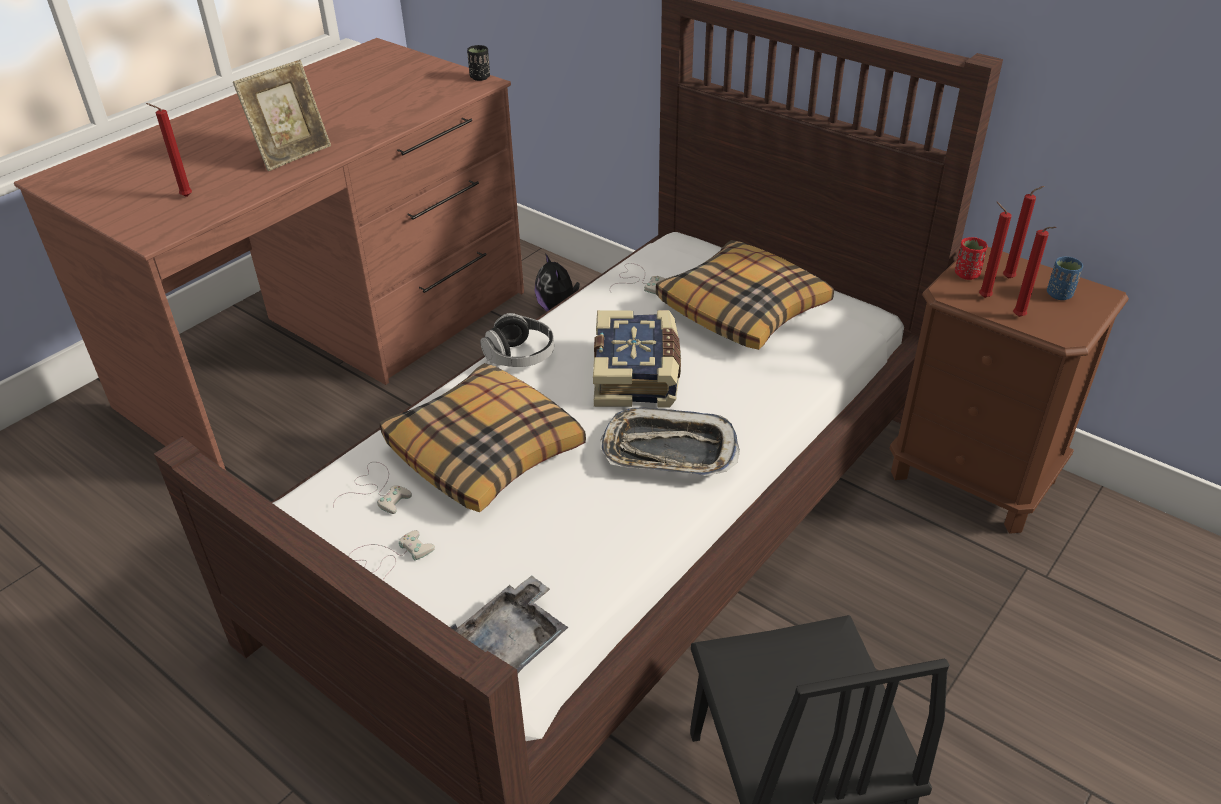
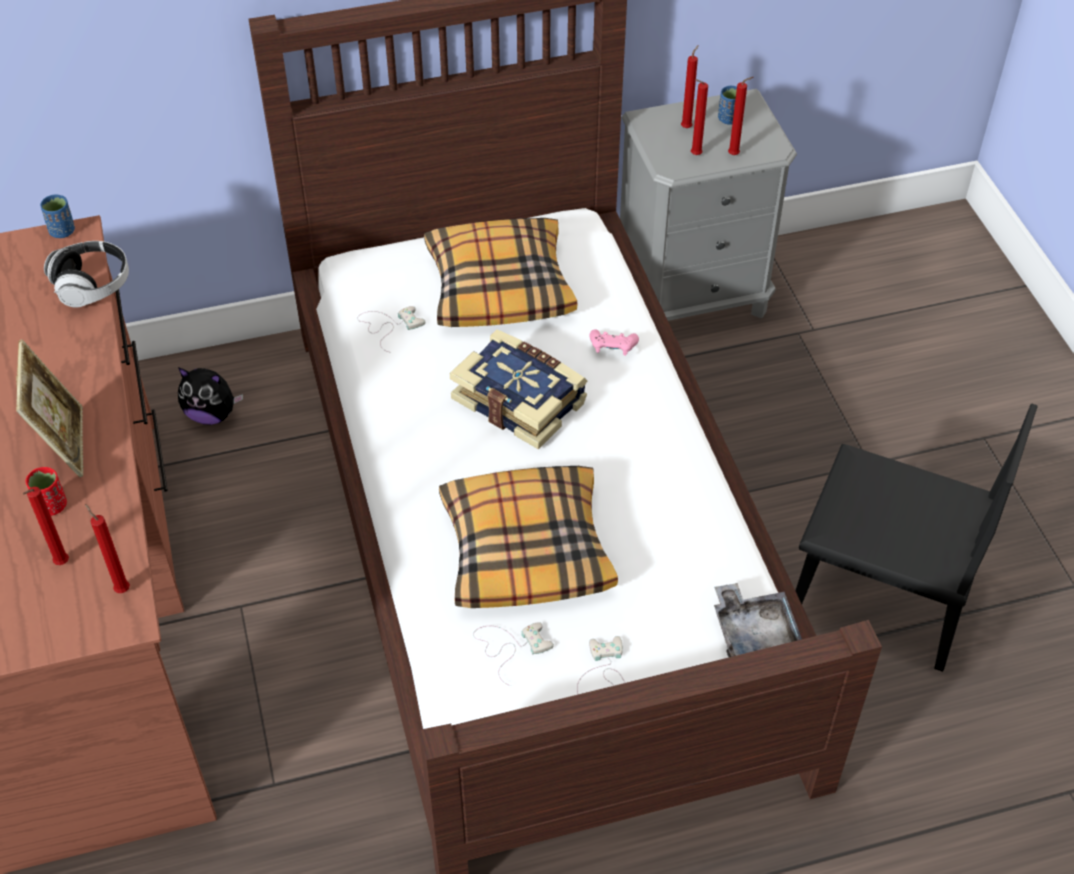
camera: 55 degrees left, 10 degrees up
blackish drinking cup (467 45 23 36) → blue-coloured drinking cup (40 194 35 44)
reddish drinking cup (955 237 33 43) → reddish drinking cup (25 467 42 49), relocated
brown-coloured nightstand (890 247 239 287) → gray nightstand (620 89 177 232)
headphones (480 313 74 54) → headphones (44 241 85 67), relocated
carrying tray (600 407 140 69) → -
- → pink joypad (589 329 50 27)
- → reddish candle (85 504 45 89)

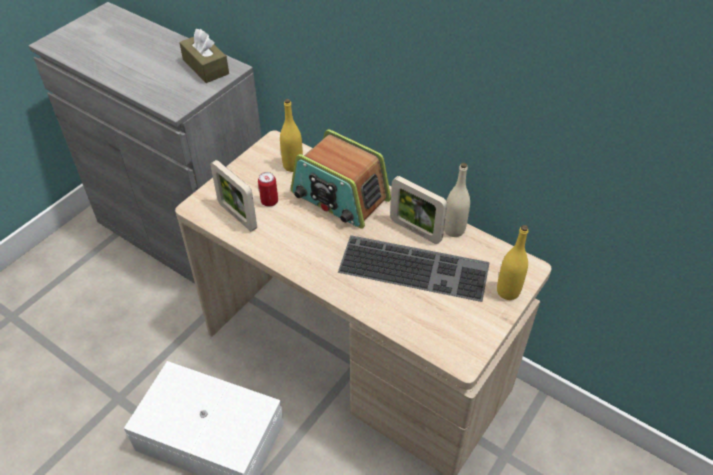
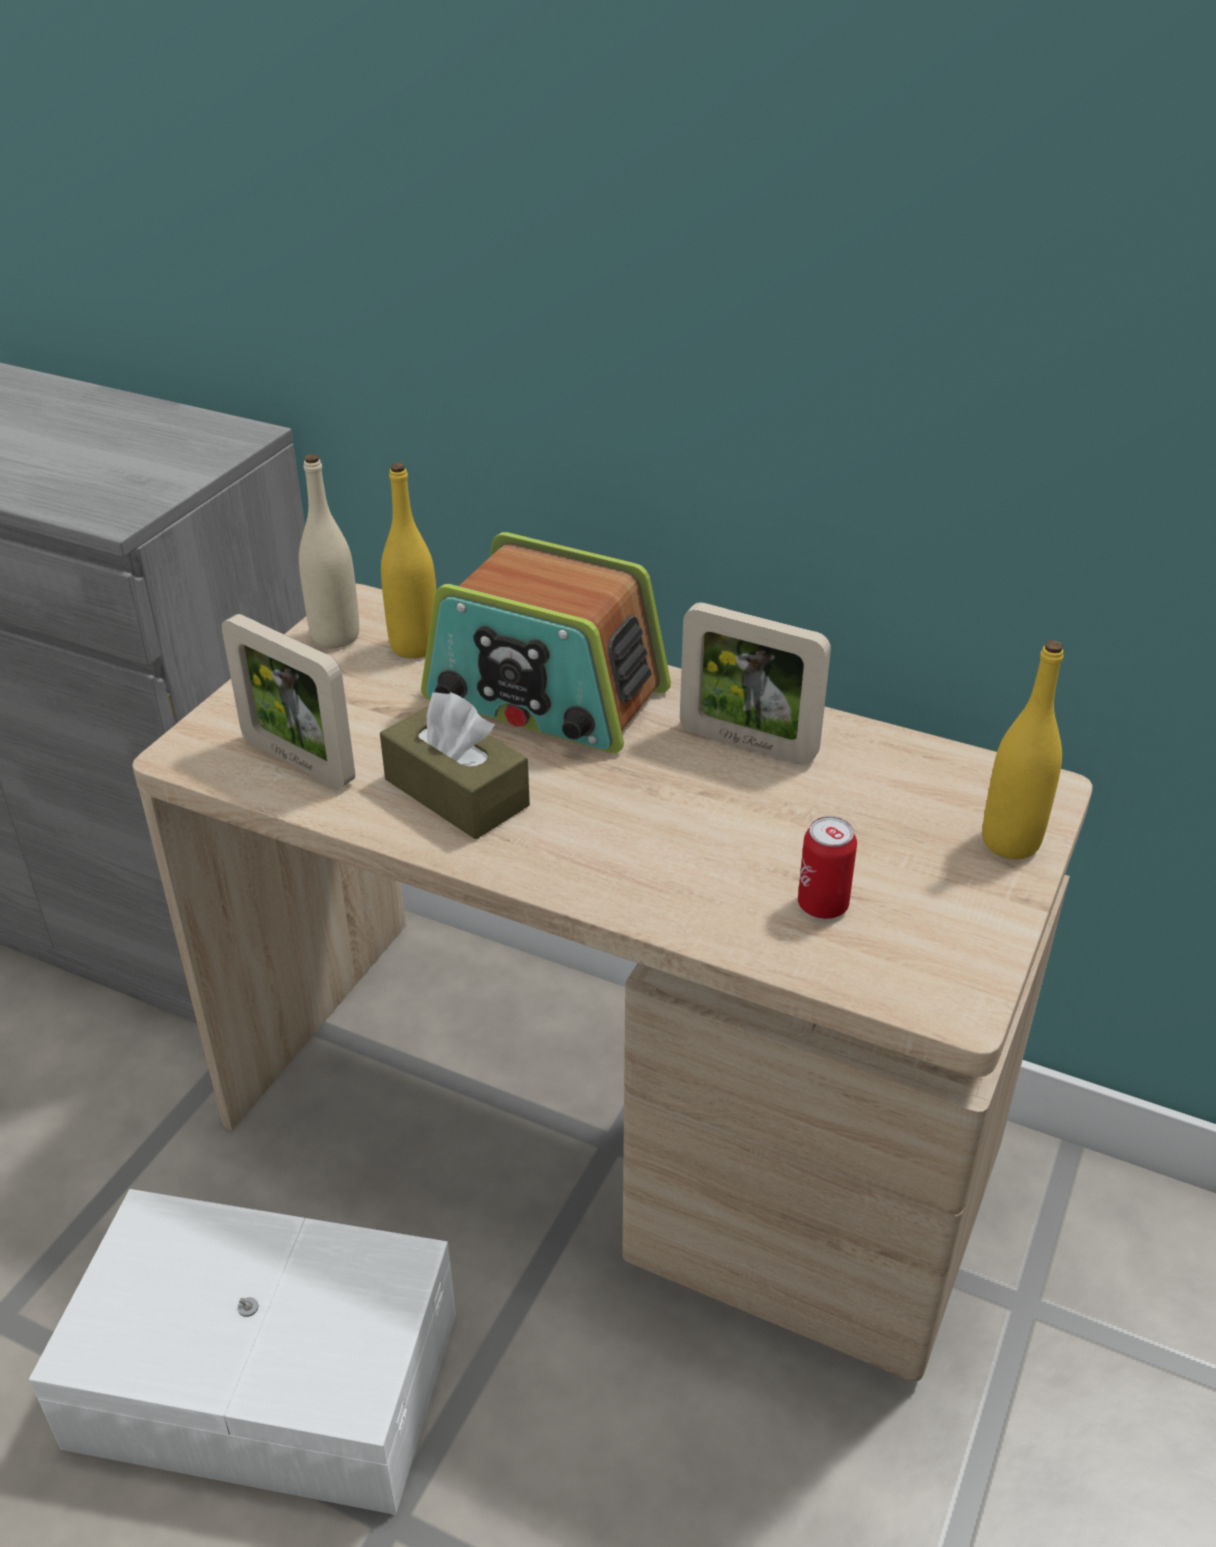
camera: 10 degrees left, 10 degrees down
brown-coloured tissue holder (179 29 50 54) → brown-coloured tissue holder (380 692 150 147), relocated
beige bottle (444 163 26 74) → beige bottle (299 454 60 194), relocated
can (258 172 20 35) → can (798 816 59 103), relocated
keyboard (338 235 152 67) → -

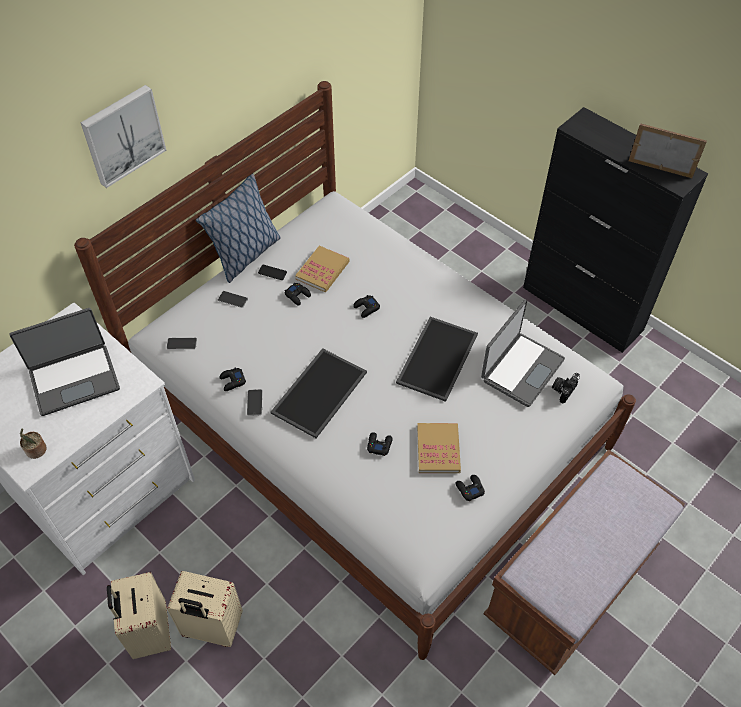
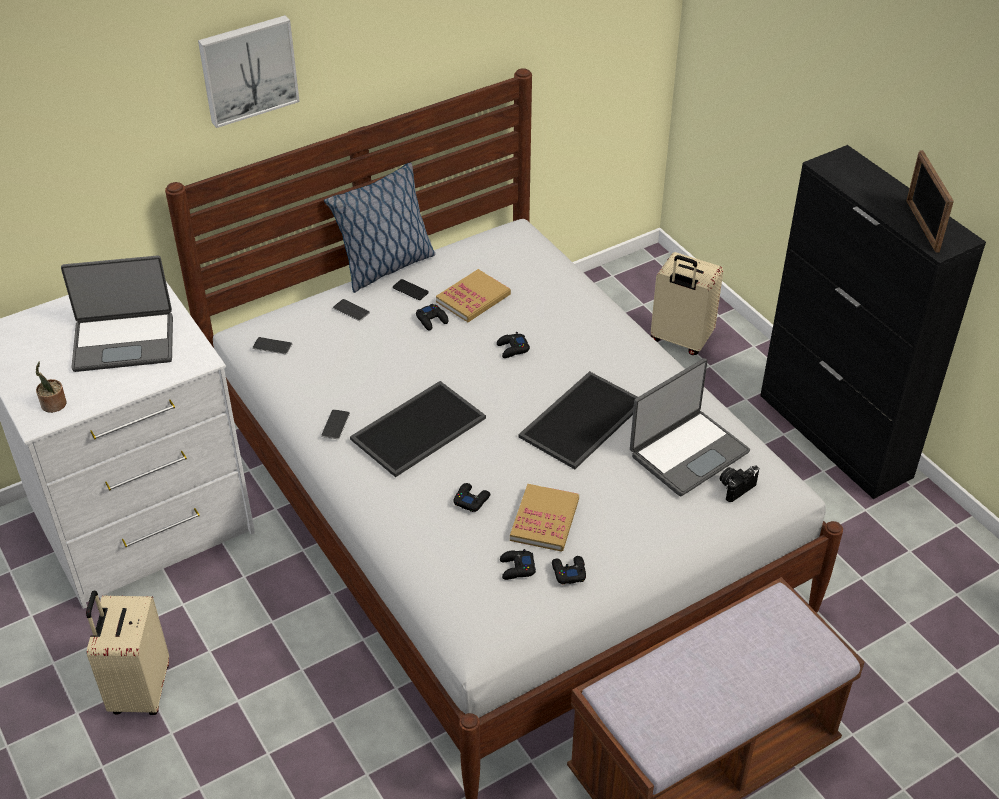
camera: 15 degrees right, 10 degrees down
standing frame (629 123 78 55) → standing frame (906 150 48 103), 135 degrees counterclockwise
blackish joypad (220 368 26 23) → blackish joypad (500 549 36 31), relocated
beige suitcase (167 571 76 76) → beige suitcase (651 252 72 103), relocated

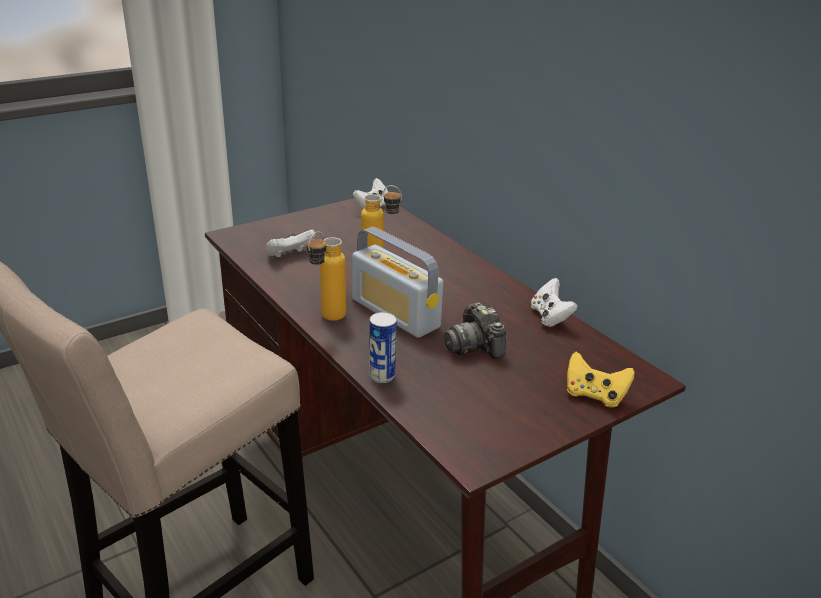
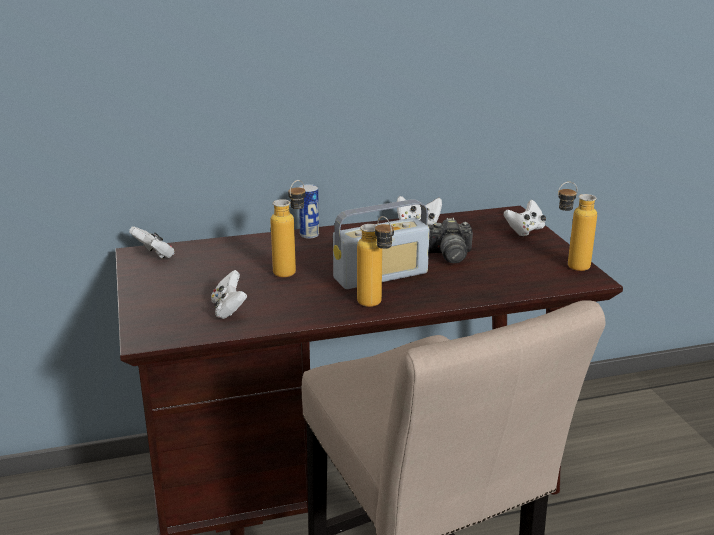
camera: 70 degrees left, 5 degrees down
can (369 312 28 71) → can (299 184 20 55), relocated
yellowish joypad (567 351 68 56) → white joypad (504 199 42 37)
- → bottle (558 182 39 89)

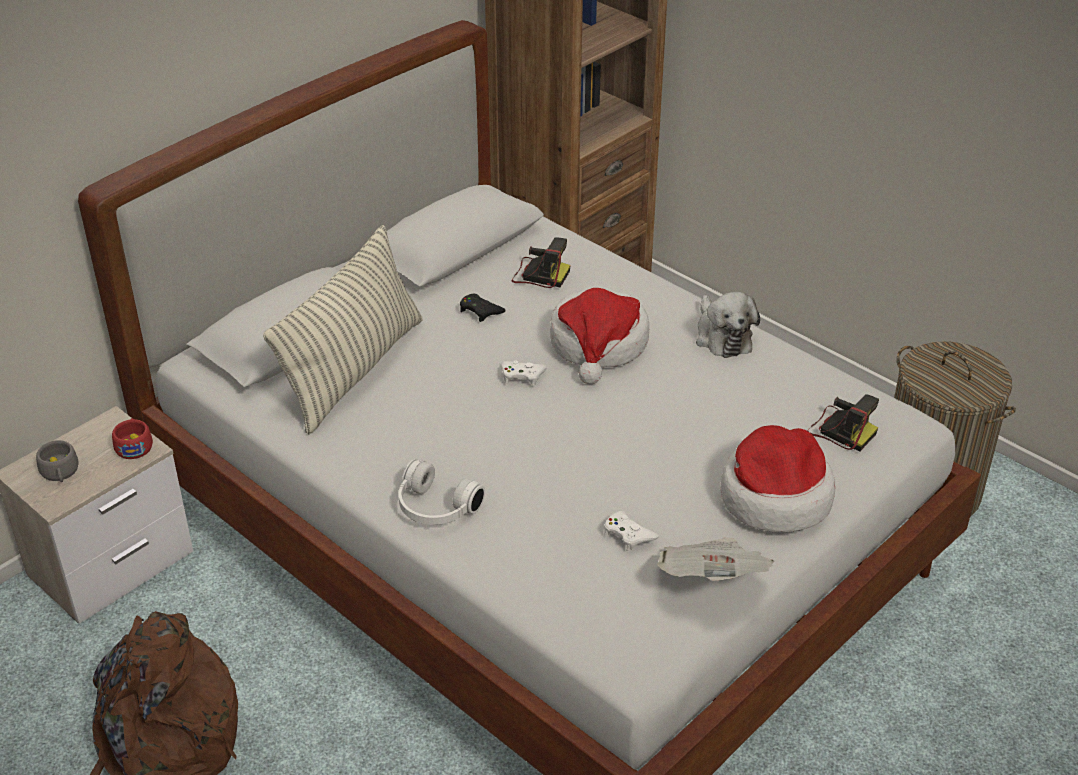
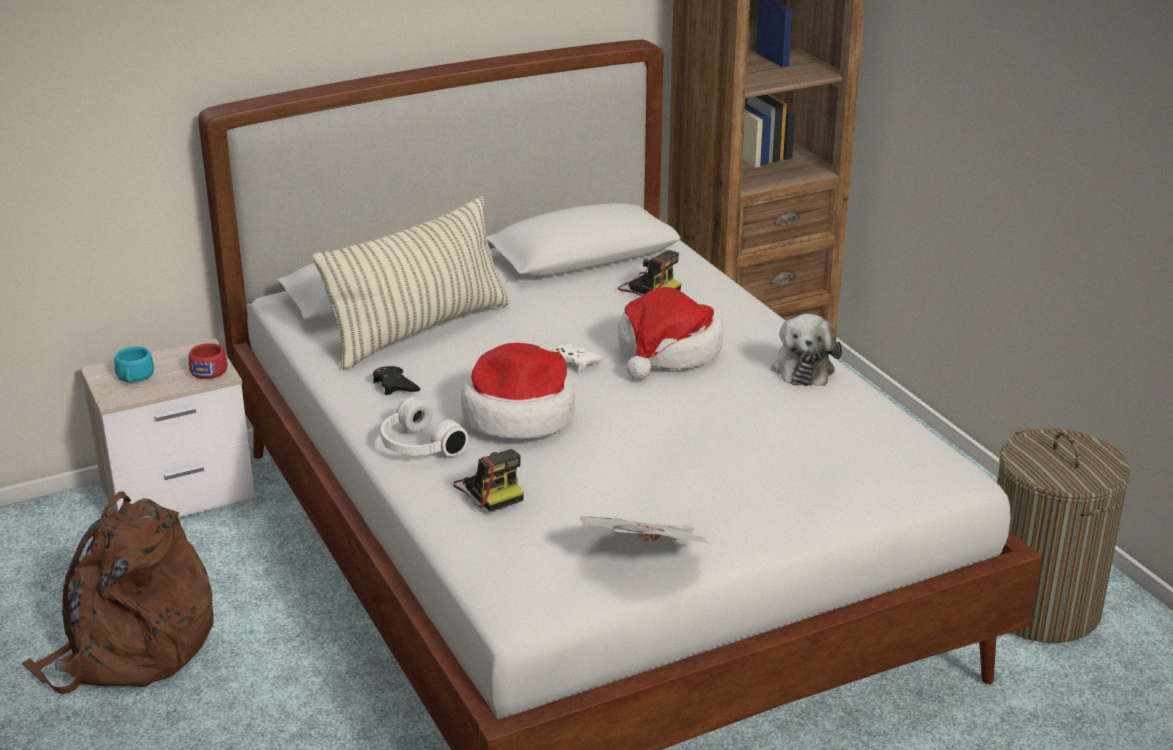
camera: 20 degrees right, 10 degrees down
blackish joypad (460 293 46 29) → blackish joypad (373 366 48 29), relocated
photo camera (807 394 72 58) → photo camera (453 449 71 63), relocated
clothing hat (721 425 114 107) → clothing hat (461 343 114 96), relocated
gray drinking cup (36 440 42 42) → blue-green drinking cup (114 346 40 37)
white joypad (604 511 55 40) → -

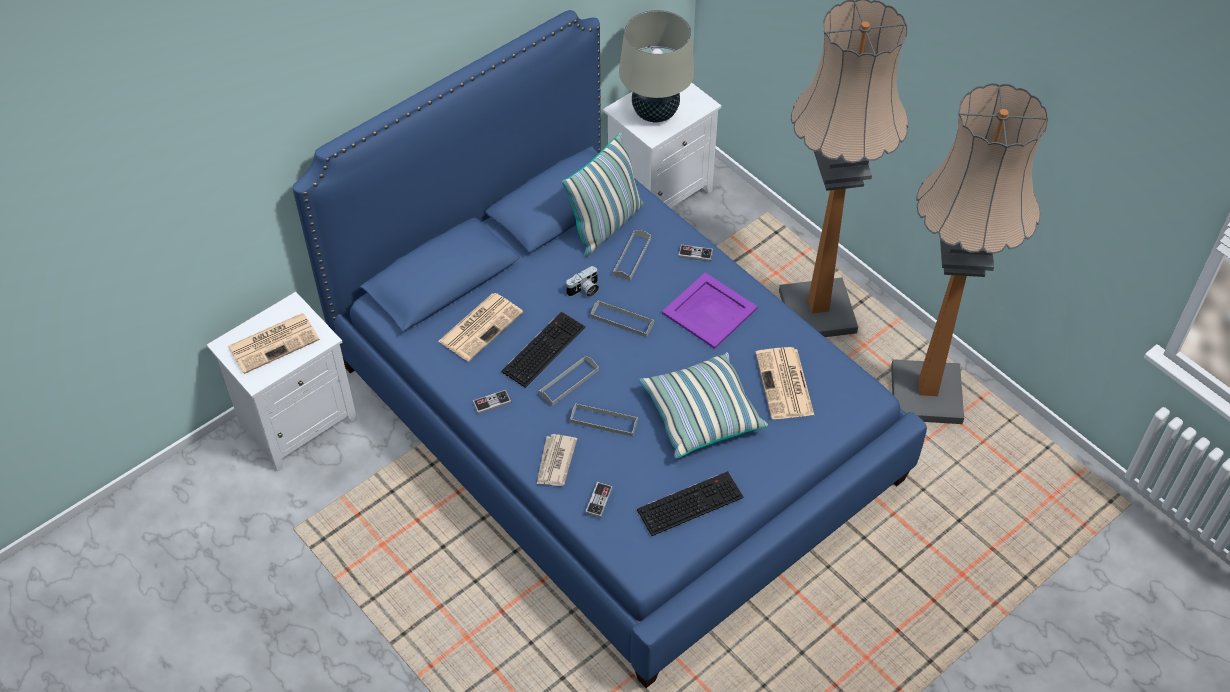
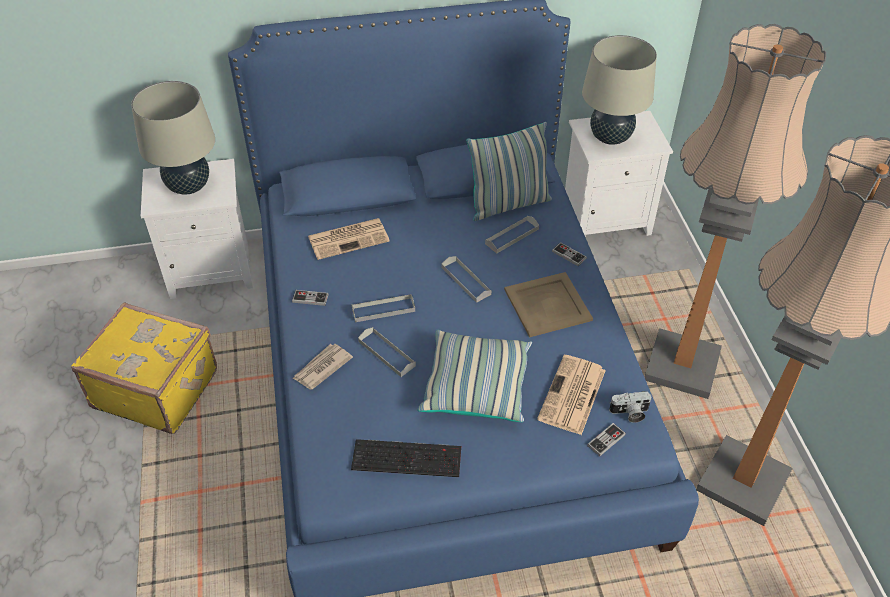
camera: 30 degrees right, 5 degrees down
photo camera (566 266 33 31) → photo camera (609 391 43 32), relocated
purple carrying tray (662 273 96 76) → beige carrying tray (504 272 89 65)
keyboard (501 312 84 76) → -
newspaper (228 313 92 61) → beige tabletop lamp (131 81 84 113)
joypad (585 482 28 36) → joypad (587 423 39 33), relocated
- → yellowish suitcase (71 302 146 132)

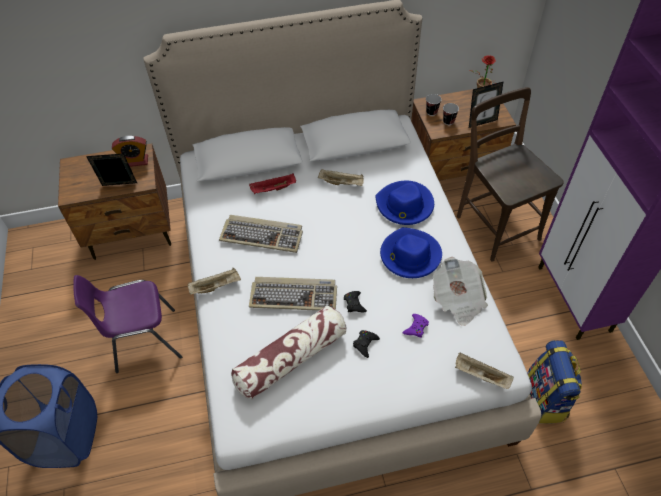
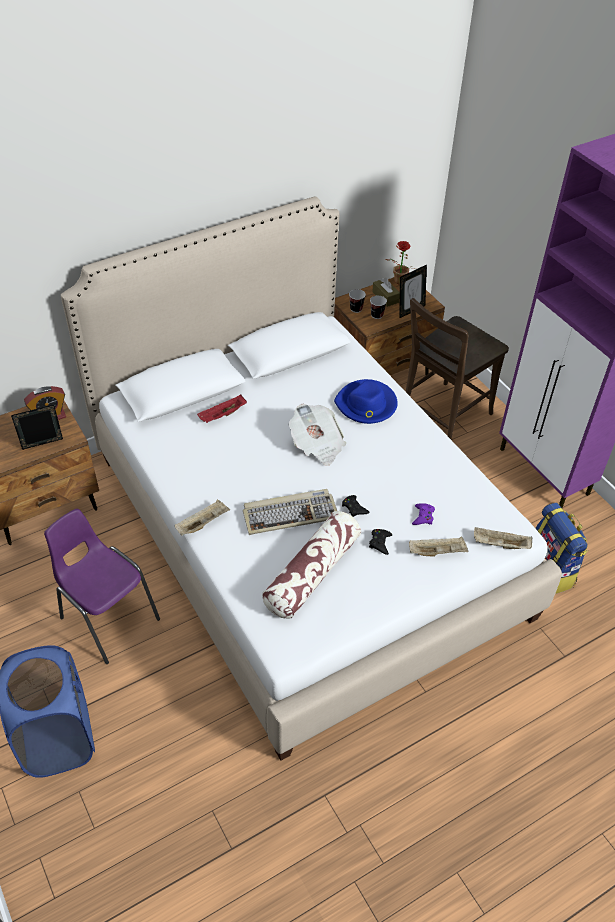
camera: 20 degrees left, 5 degrees down
brown-coloured plain chair (457 87 107 175) → brown-coloured plain chair (406 298 103 141), 90 degrees counterclockwise
beige carrying tray (318 169 46 17) → beige carrying tray (409 537 60 19), relocated
keyboard (219 215 84 38) → -
blue-coloured clothing hat (380 227 62 51) → -
newspaper (433 257 55 69) → newspaper (289 403 58 63), relocated
purple plain chair (73 275 109 98) → purple plain chair (44 509 116 155), 75 degrees clockwise
- → brown-coloured tissue holder (372 278 28 29)

